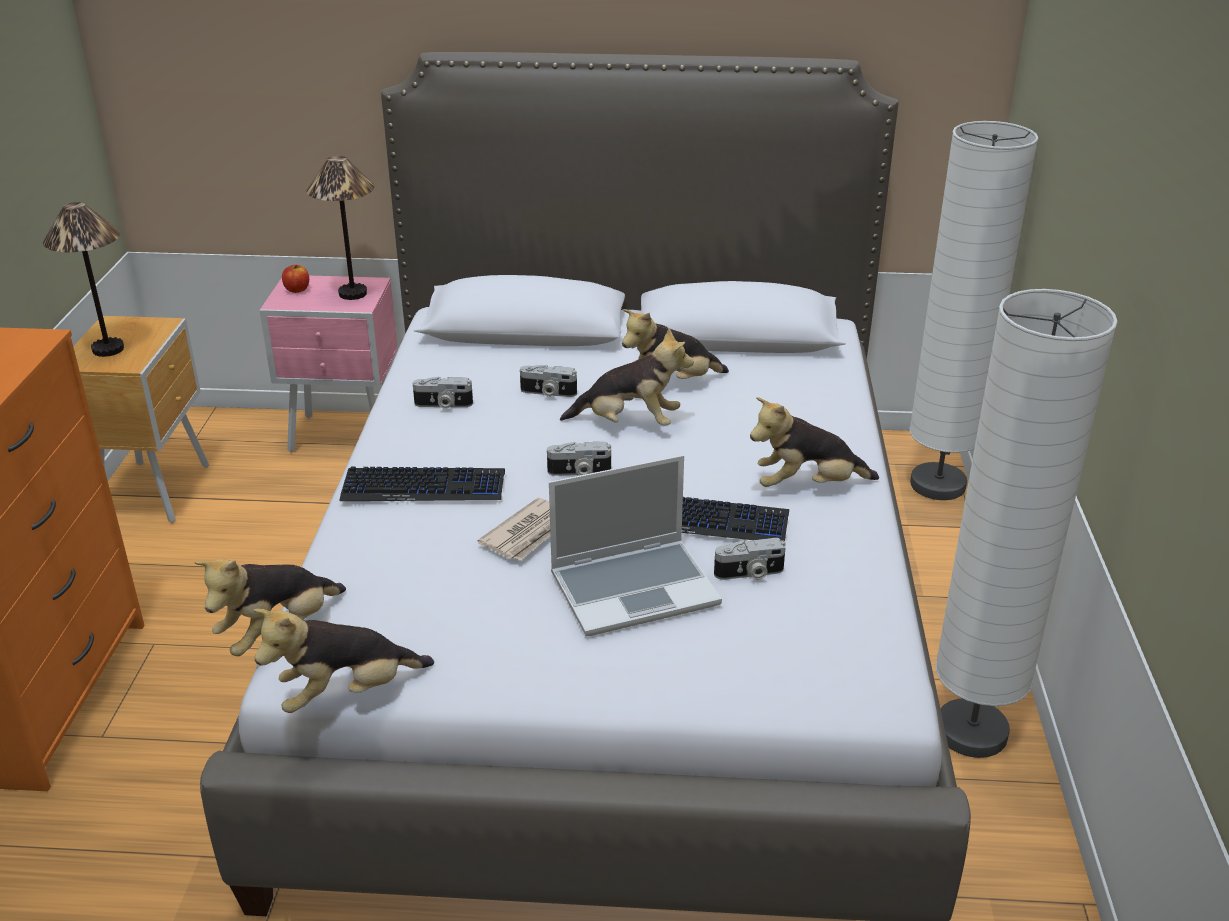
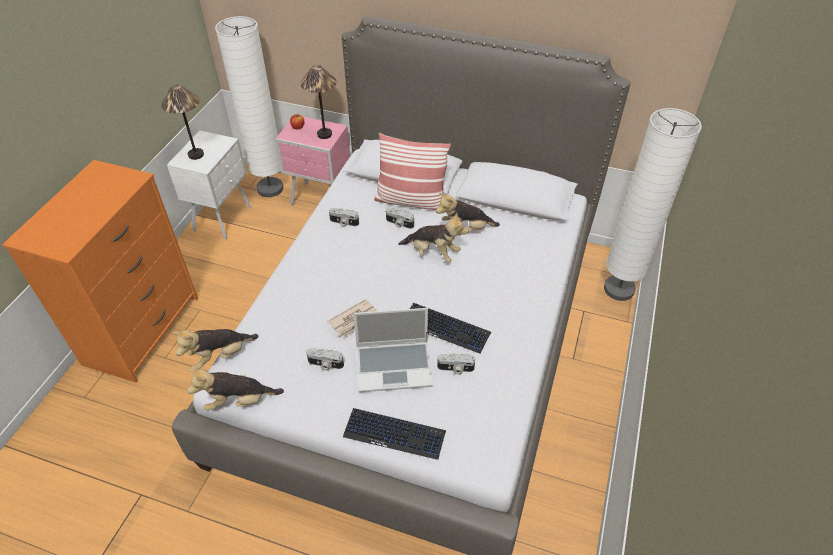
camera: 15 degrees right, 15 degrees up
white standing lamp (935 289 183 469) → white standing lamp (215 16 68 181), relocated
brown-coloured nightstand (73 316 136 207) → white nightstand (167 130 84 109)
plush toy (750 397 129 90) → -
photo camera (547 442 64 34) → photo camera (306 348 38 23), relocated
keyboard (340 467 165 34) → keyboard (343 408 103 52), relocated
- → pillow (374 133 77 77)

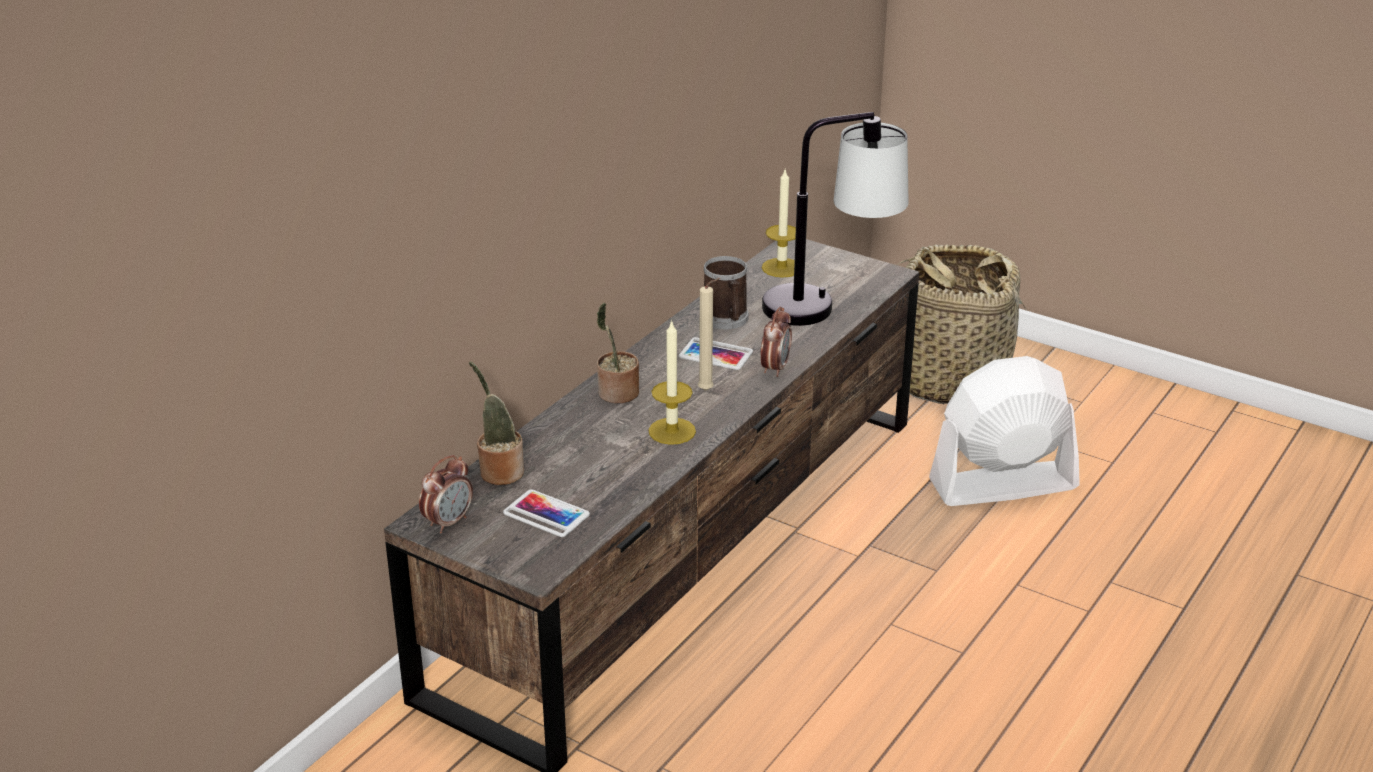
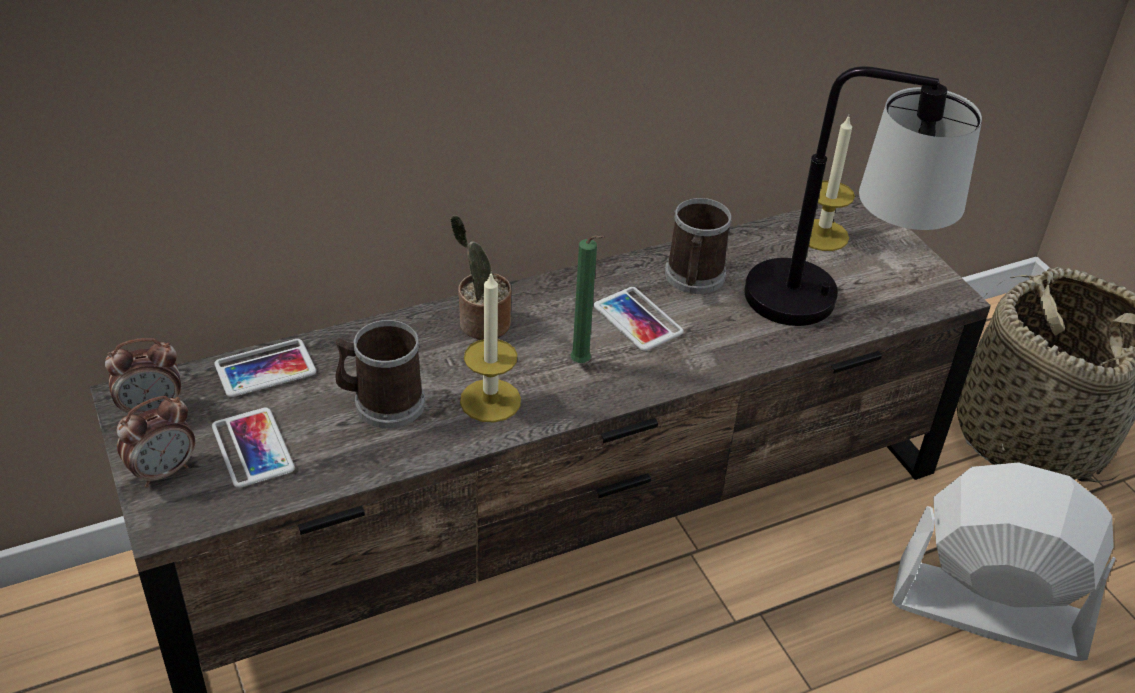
camera: 30 degrees right, 10 degrees up
beige candle (698 278 23 113) → green-coloured candle (570 235 34 128)
bedside clock (761 306 31 71) → bedside clock (117 396 78 92), relocated
houseplant (469 361 55 124) → phone (214 339 102 58)
- → tea mug (335 320 90 109)

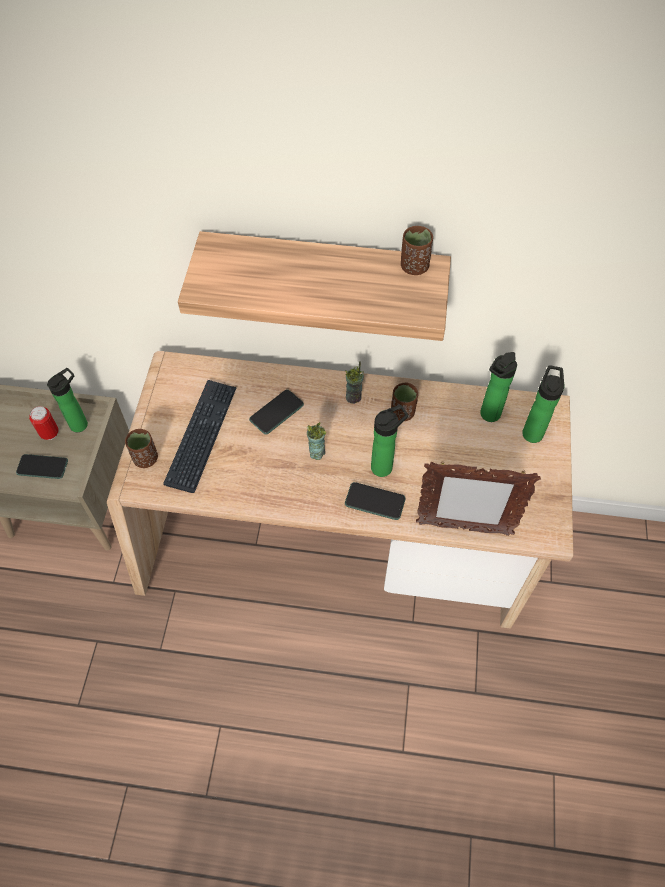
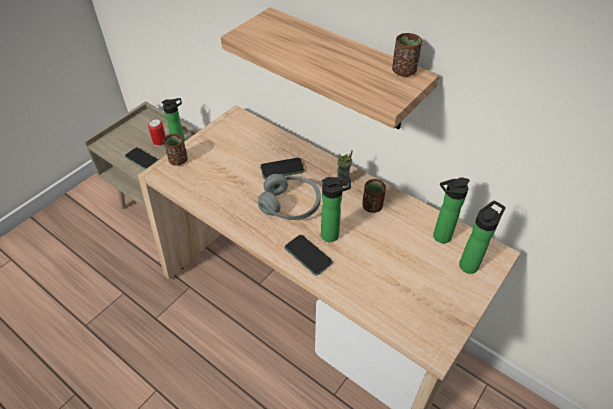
camera: 30 degrees right, 10 degrees down
keyboard (163 380 74 113) → -
drinking cup (307 422 19 38) → gray headphones (258 174 63 46)
standing frame (416 461 125 75) → -

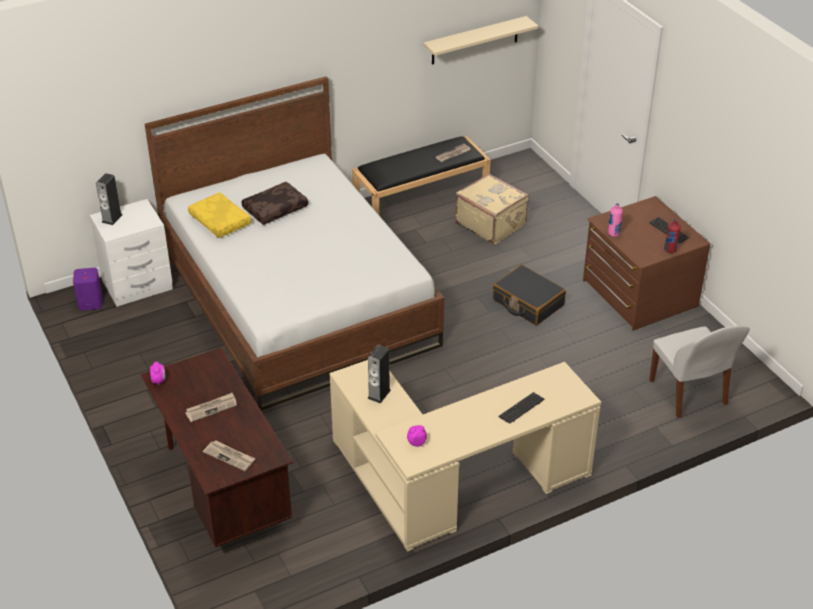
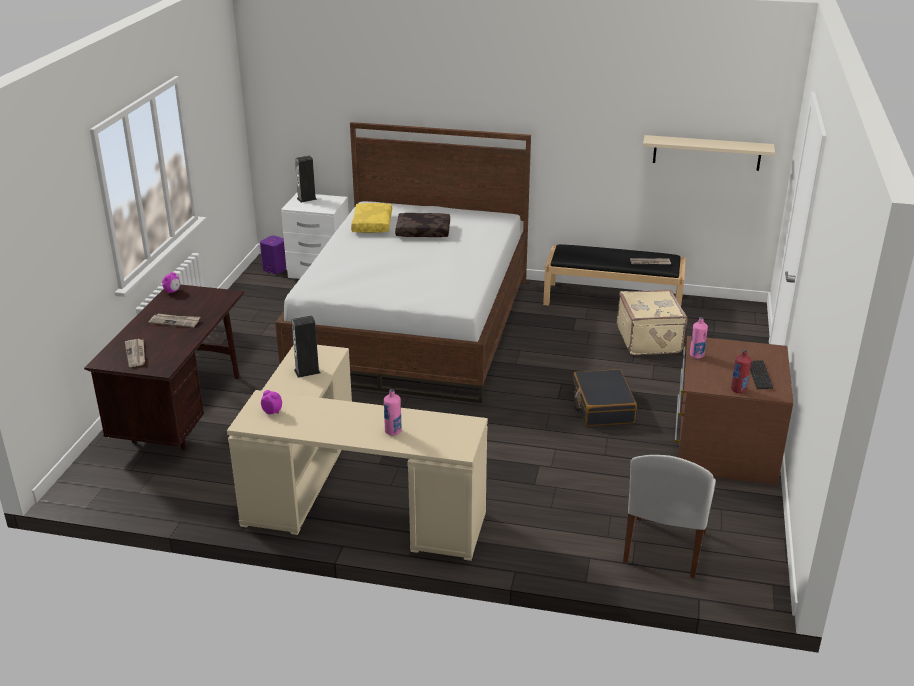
camera: 40 degrees right, 10 degrees down
keyboard (498 392 46 32) → pink bottle (384 389 18 47)

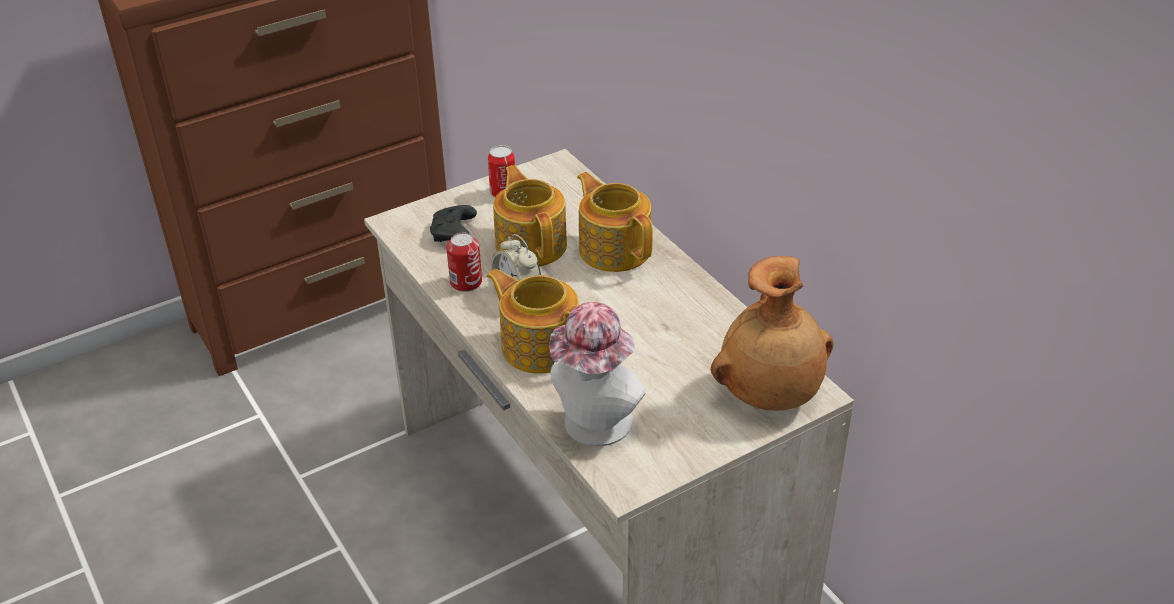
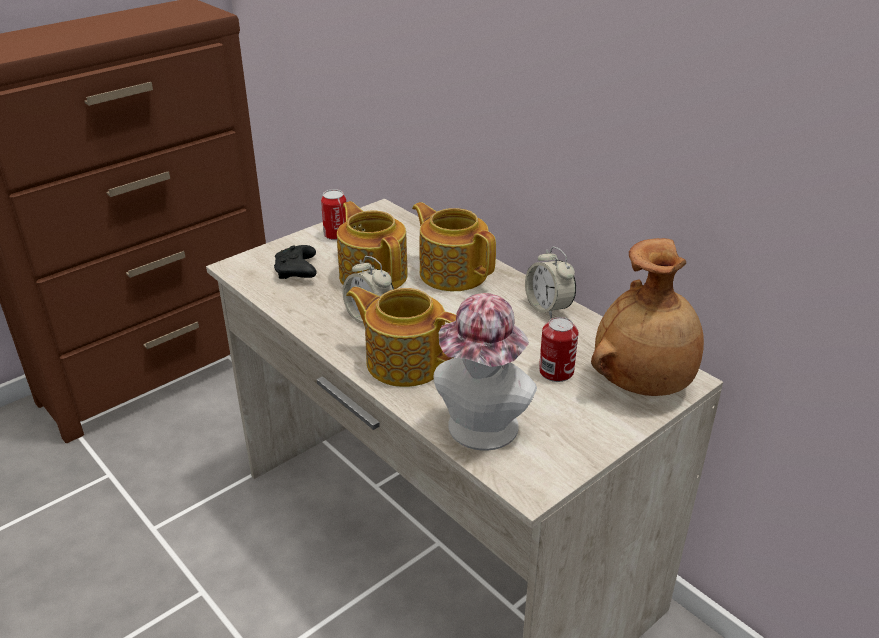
camera: 10 degrees left, 5 degrees down
can (446 233 36 59) → can (539 317 39 65), relocated
- → bedside clock (525 246 51 73)

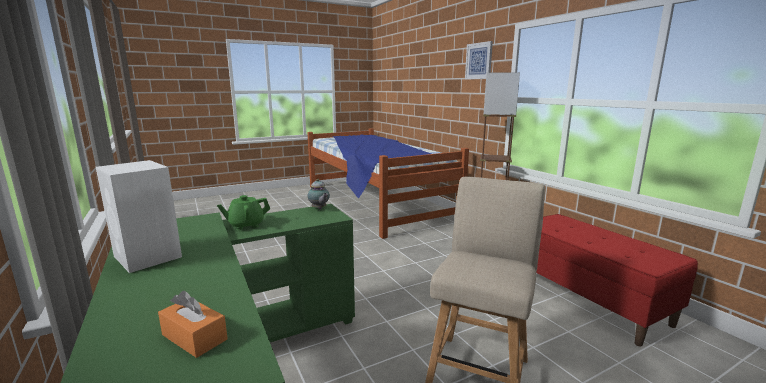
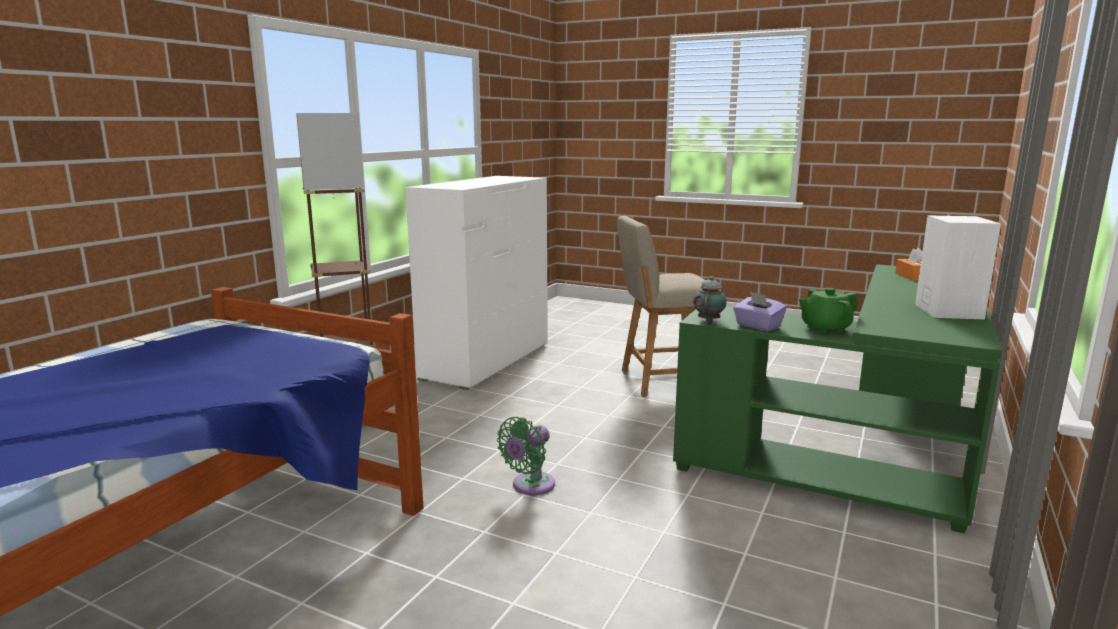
camera: 125 degrees left, 0 degrees up
wall picture (465 41 28 38) → -
green-coloured teapot (217 195 53 35) → green-coloured teapot (799 288 59 46), 135 degrees clockwise
reddish bench (536 214 162 133) → white dresser (405 176 143 214)
- → purple tissue holder (733 292 54 39)
- → green-coloured electric fan (497 417 58 78)

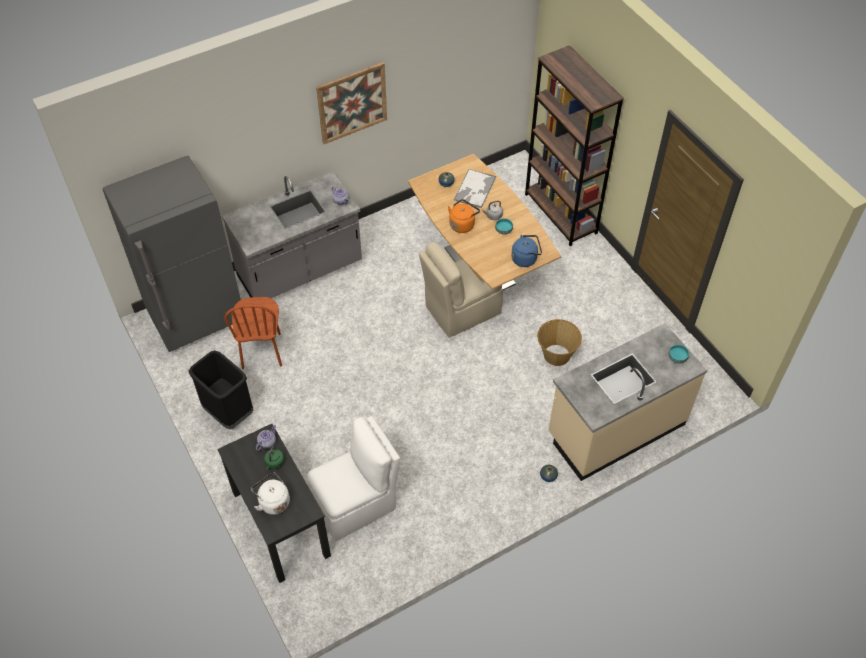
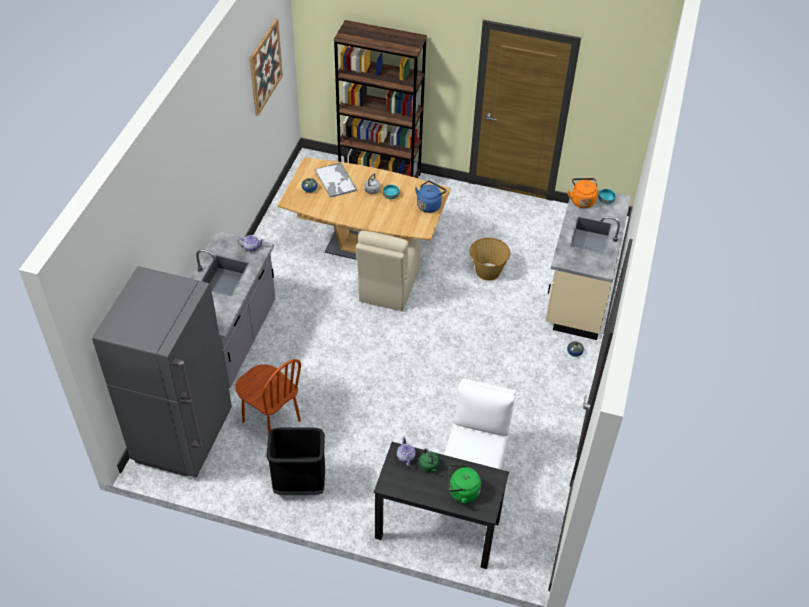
camera: 45 degrees left, 5 degrees down
wall picture (316 62 71 82) → wall picture (250 19 33 97), relocated
orangey kettle (448 199 32 34) → orangey kettle (568 178 30 30), relocated
white kettle (251 472 39 43) → green-coloured kettle (448 465 33 39)

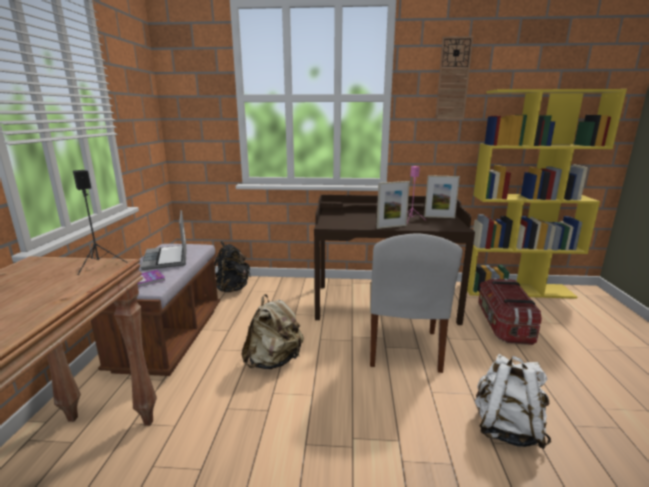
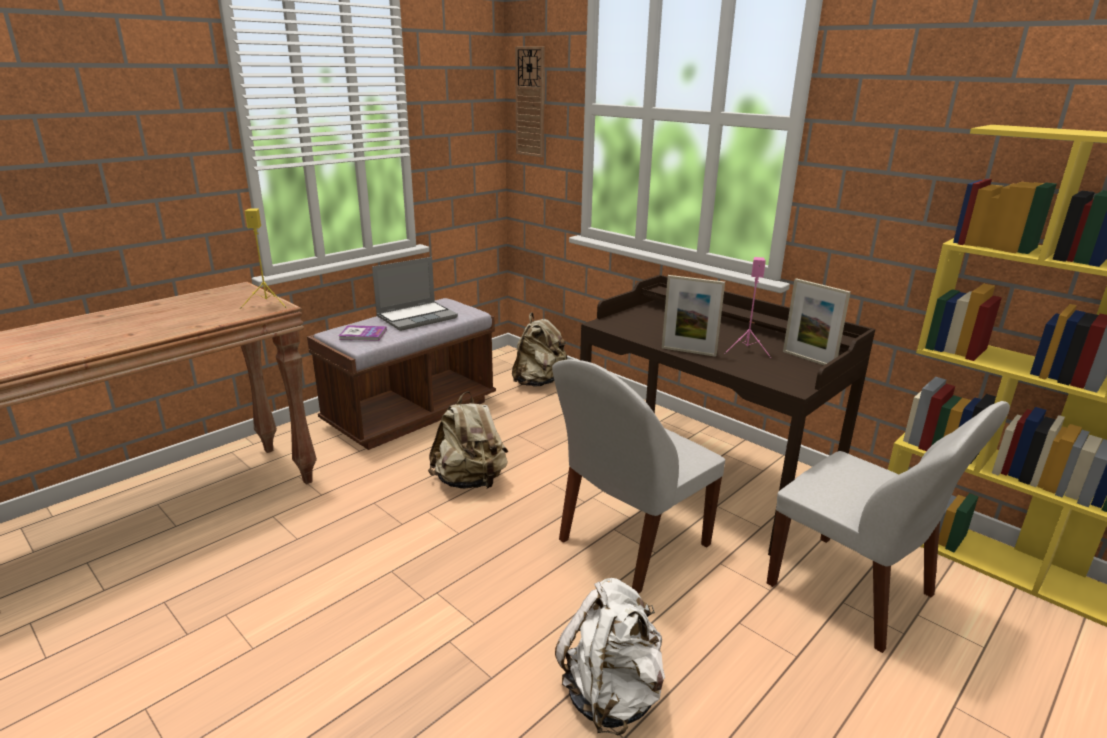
camera: 40 degrees right, 5 degrees up
wall clock (435 36 38 84) → wall clock (515 47 30 110), relocated
blackish audio speaker (73 170 54 105) → yellowish audio speaker (240 208 47 101)
portable computer (141 210 46 60) → portable computer (372 257 86 74), 150 degrees counterclockwise
blackish rucksack (214 241 37 51) → beige rucksack (512 313 56 74)
storage box (478 278 64 67) → white plain chair (767 401 243 252)

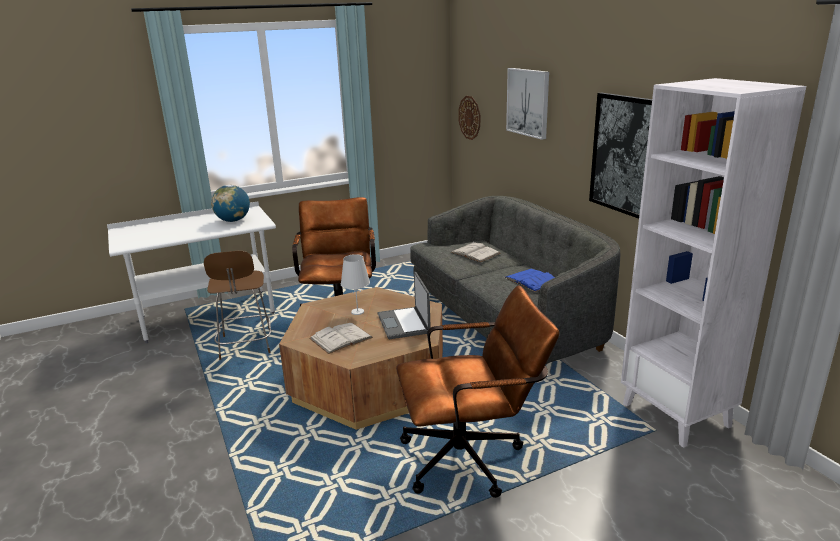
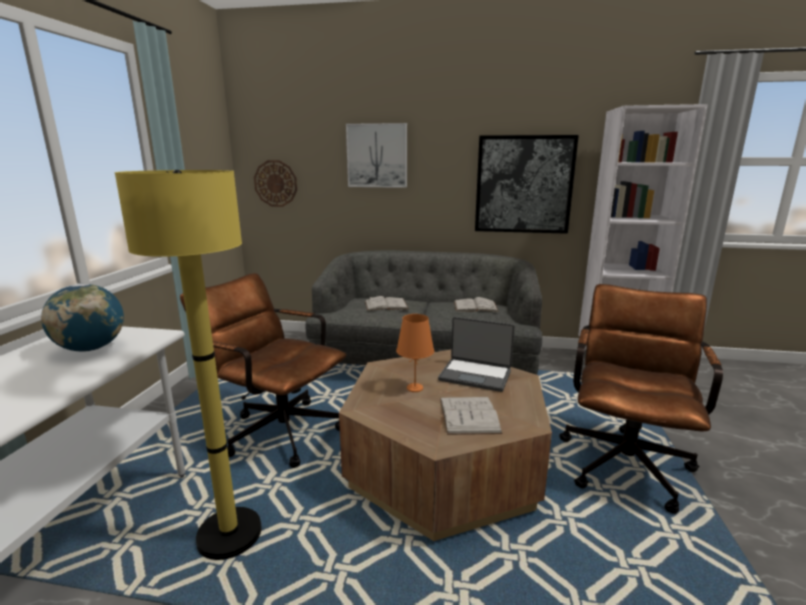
camera: 55 degrees left, 5 degrees down
brown-coloured plain chair (204 251 67 109) → yellowish standing lamp (115 170 147 390)
white tabletop lamp (341 254 29 61) → orangey tabletop lamp (396 314 38 78)
blue-coloured volume (505 269 50 23) → white volume (454 297 45 15)

